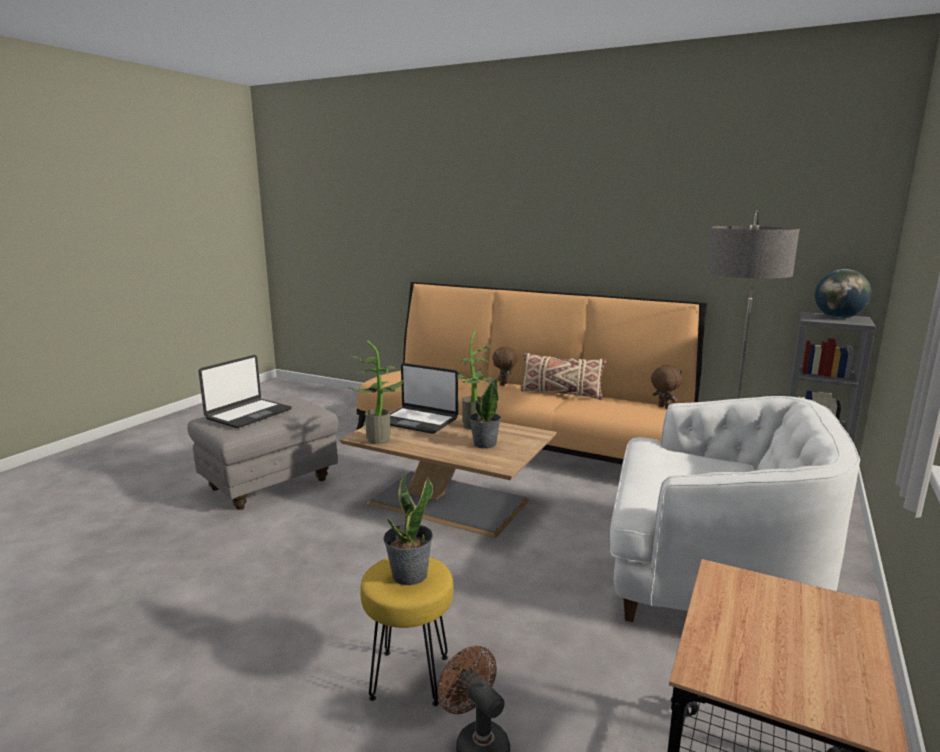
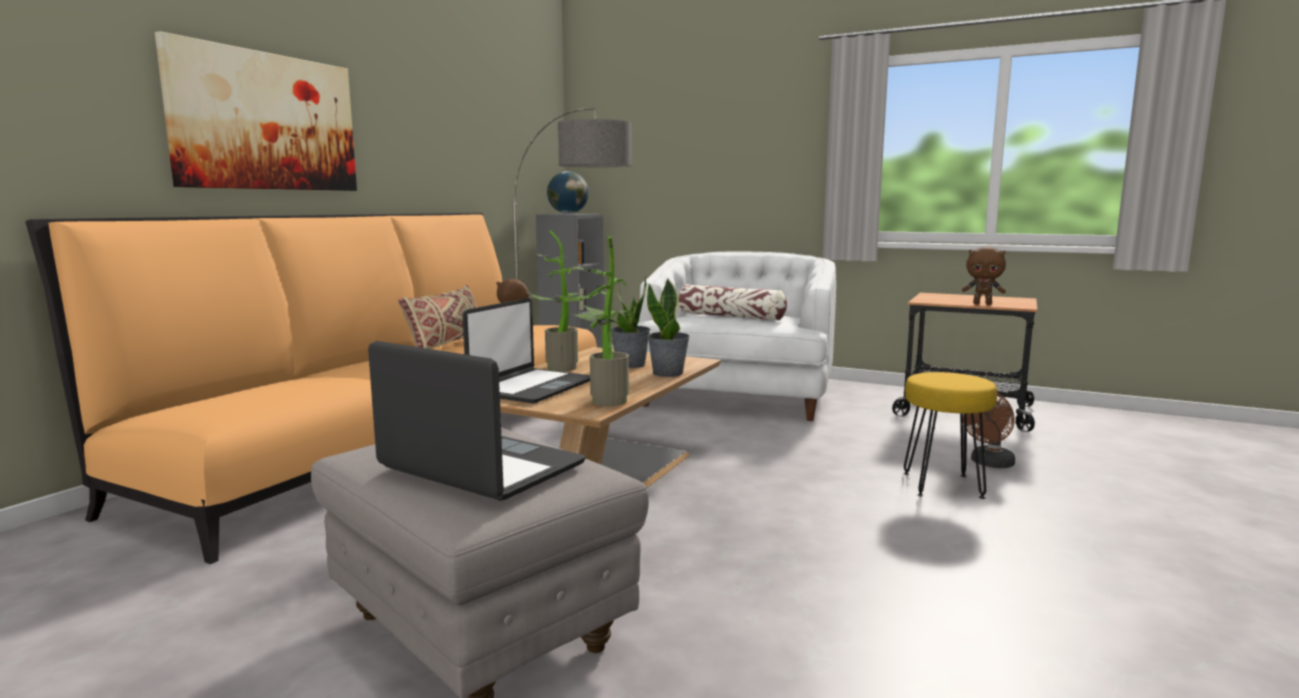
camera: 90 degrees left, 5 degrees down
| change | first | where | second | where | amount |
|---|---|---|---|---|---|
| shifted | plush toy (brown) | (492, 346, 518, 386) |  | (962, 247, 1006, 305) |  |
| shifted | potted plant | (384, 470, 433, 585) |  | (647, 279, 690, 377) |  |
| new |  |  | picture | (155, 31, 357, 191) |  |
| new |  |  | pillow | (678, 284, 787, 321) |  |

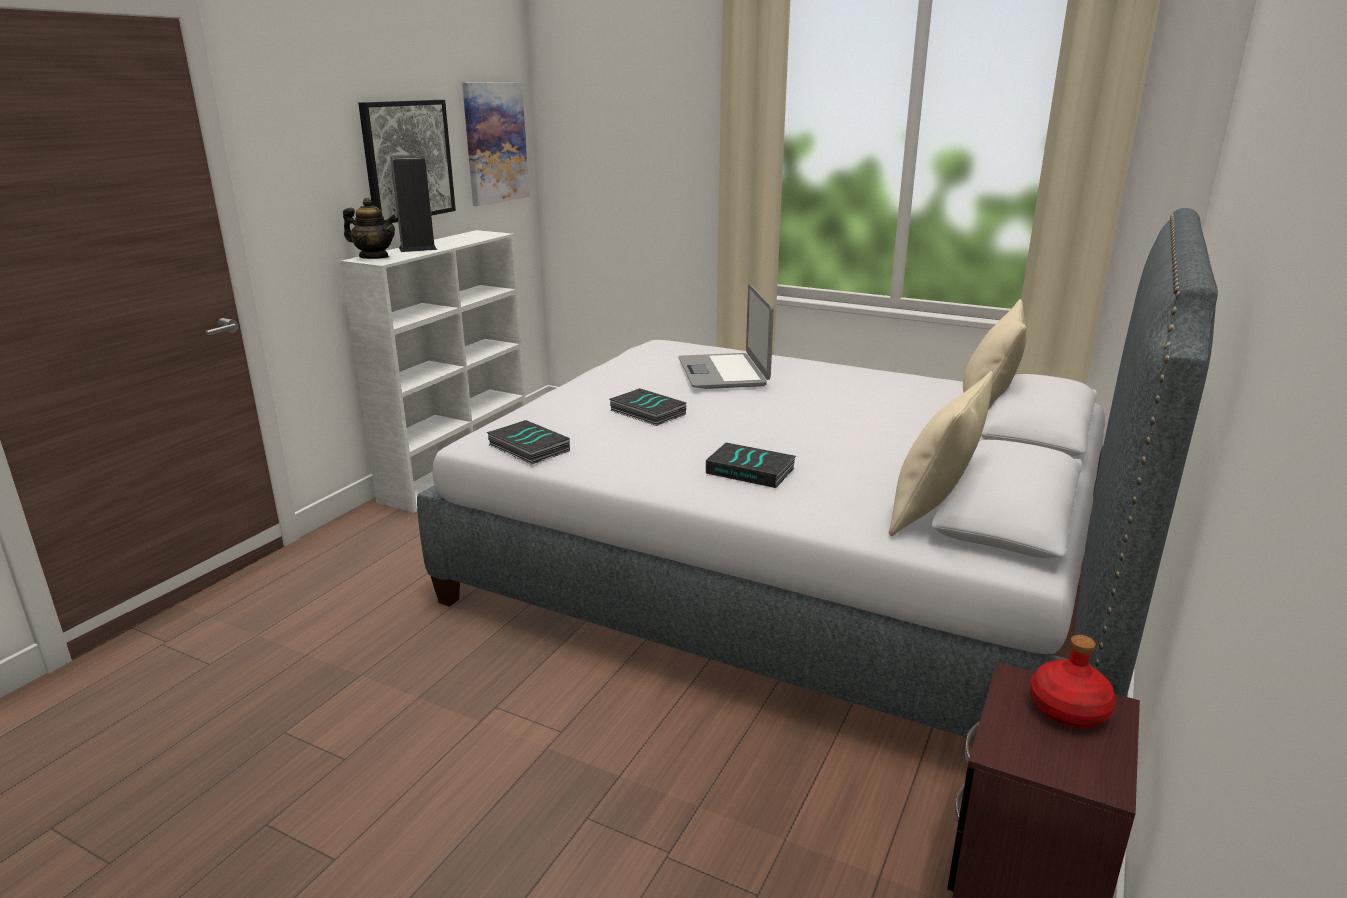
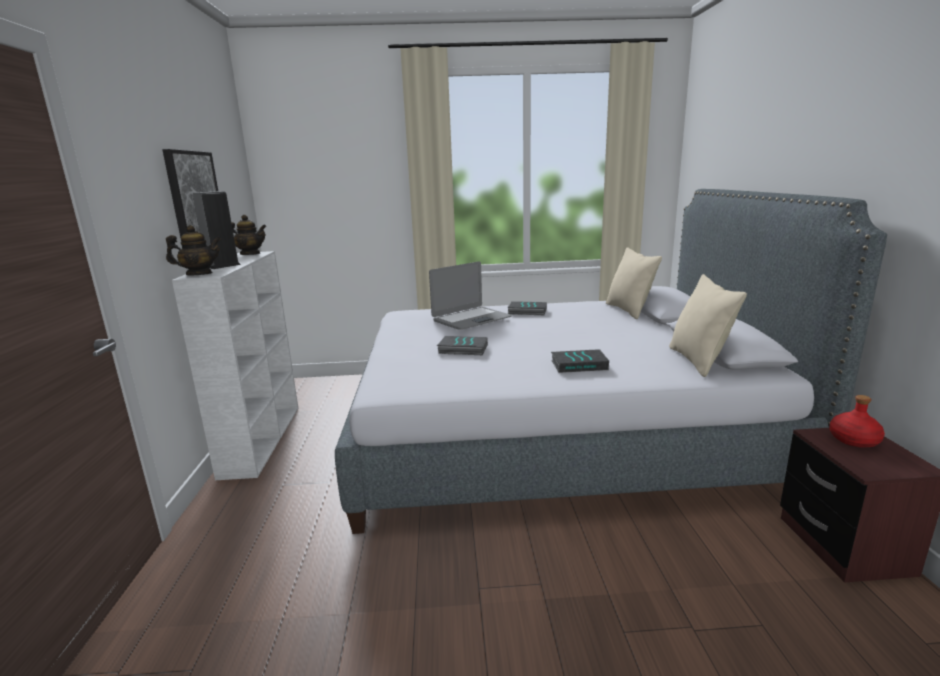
camera: 30 degrees left, 5 degrees down
| change | first | where | second | where | amount |
|---|---|---|---|---|---|
| gone | picture | (462, 82, 529, 206) |  |  |  |
| rotated | laptop | (678, 284, 774, 389) |  | (429, 262, 512, 330) | 90 degrees counterclockwise |
| shifted | book | (487, 420, 570, 465) |  | (507, 301, 547, 315) |  |
| new |  |  | teapot | (231, 215, 266, 255) |  |

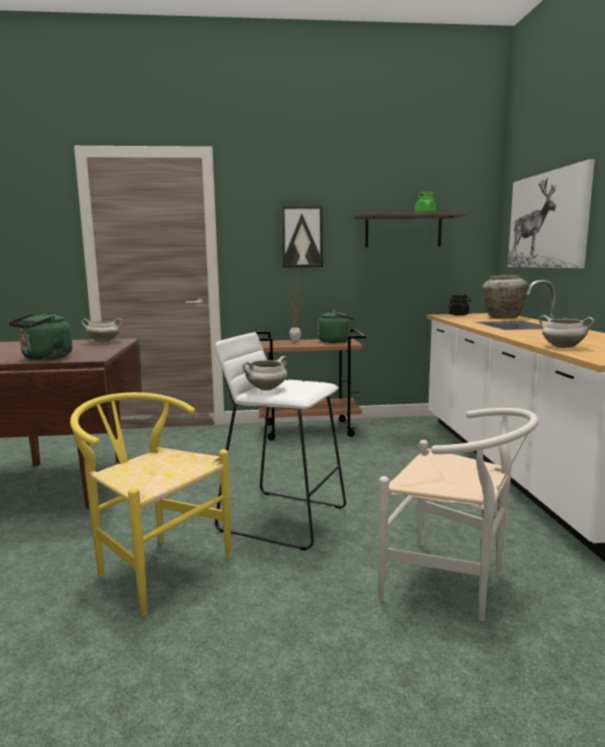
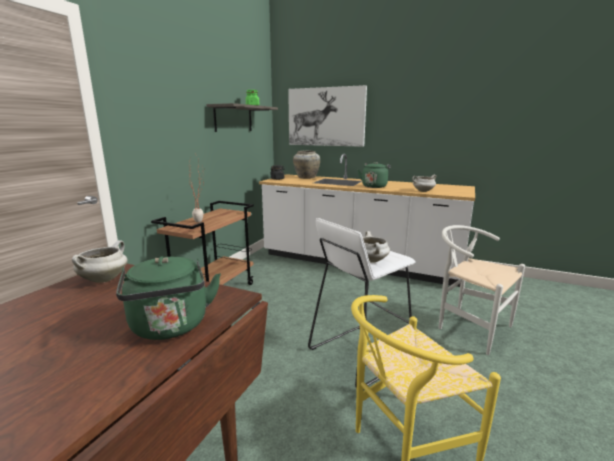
camera: 60 degrees left, 5 degrees up
| change | first | where | second | where | amount |
|---|---|---|---|---|---|
| gone | picture | (281, 206, 323, 267) |  |  |  |
| shifted | kettle (green) | (318, 310, 354, 343) |  | (358, 162, 391, 188) |  |
| rotated | chair (white) | (378, 408, 538, 621) |  | (439, 225, 525, 355) | 105 degrees counterclockwise |

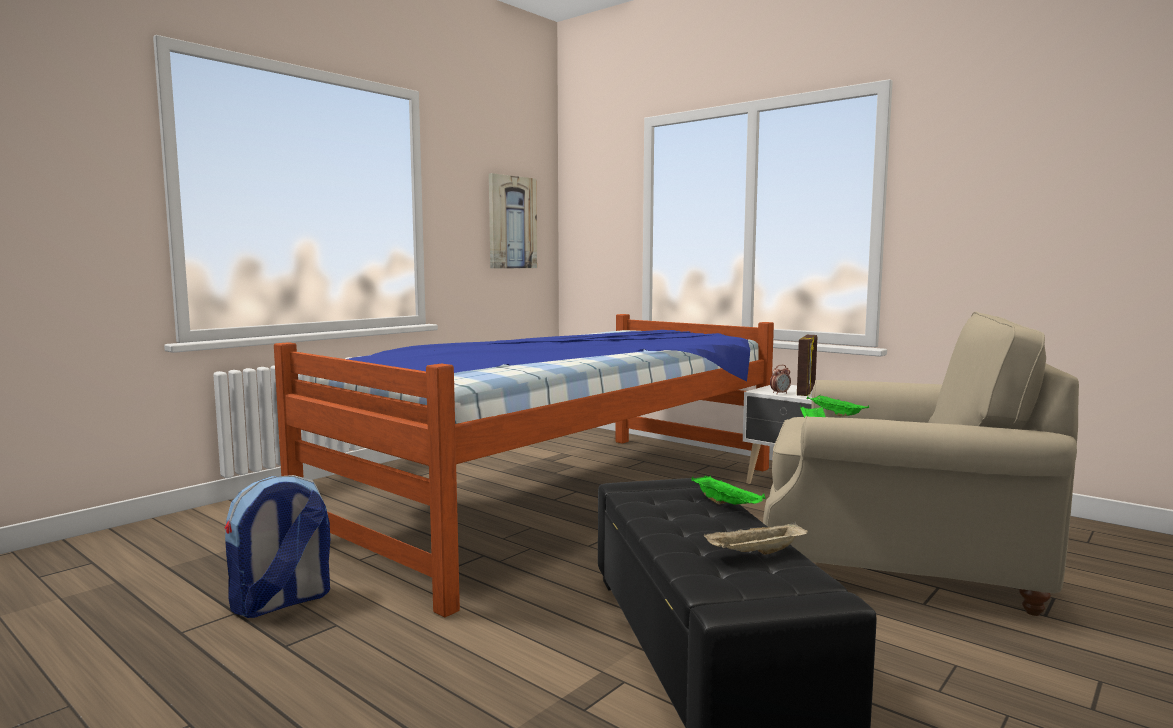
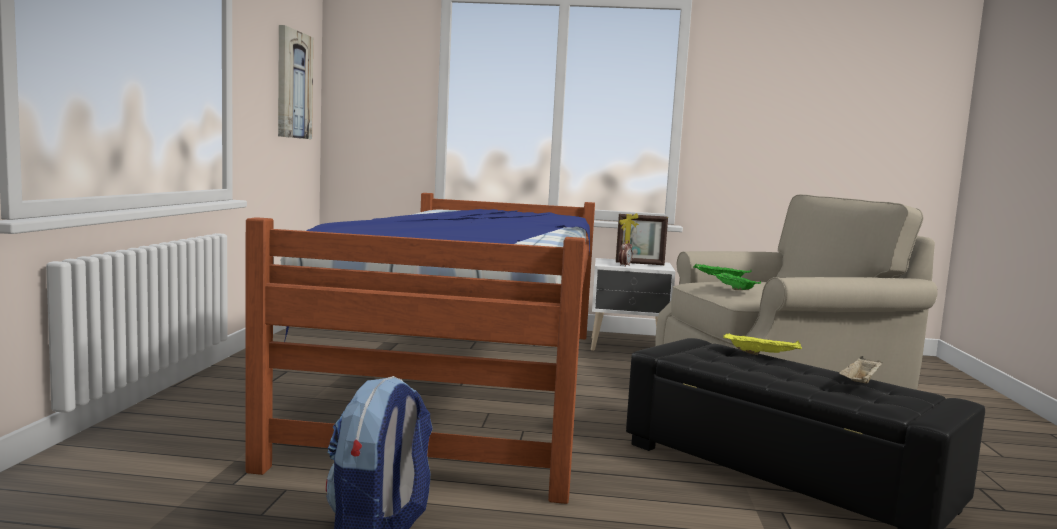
camera: 35 degrees left, 0 degrees up
| change | first | where | second | where | amount |
|---|---|---|---|---|---|
| rotated | picture frame | (797, 335, 817, 396) |  | (616, 213, 668, 265) | 105 degrees clockwise |
| repainted | tray (green) | (691, 475, 766, 505) | tray (yellow) | (723, 333, 802, 355) |  |

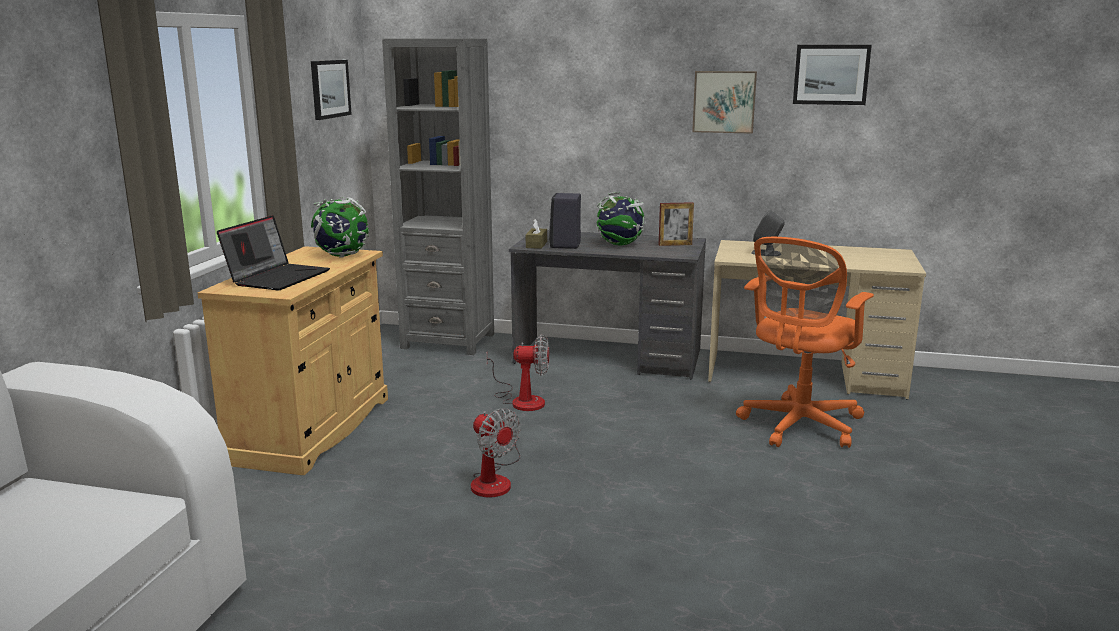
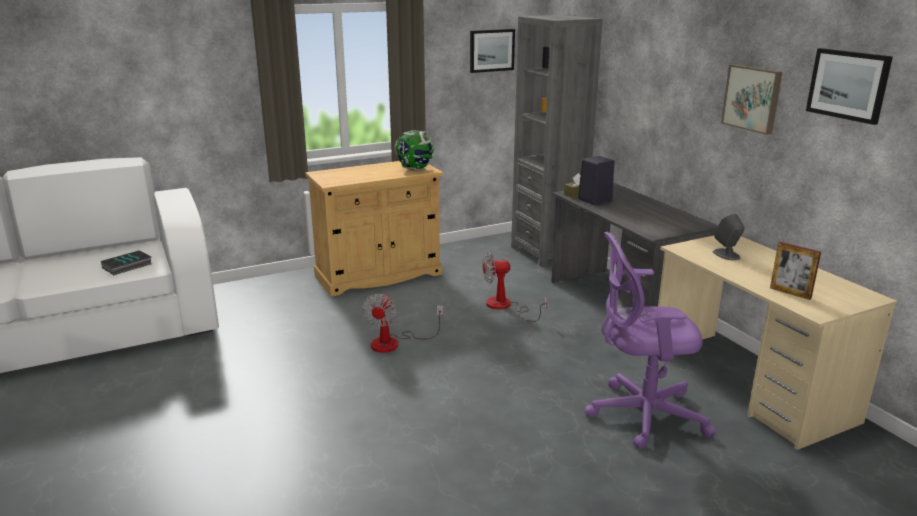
camera: 50 degrees right, 5 degrees up
| change | first | where | second | where | amount |
|---|---|---|---|---|---|
| gone | globe | (596, 192, 646, 245) |  |  |  |
| shifted | picture frame | (659, 202, 694, 246) |  | (770, 242, 821, 300) |  |
| gone | laptop | (217, 215, 330, 290) |  |  |  |
| repainted | office chair (orange) | (736, 237, 874, 448) | office chair (purple) | (584, 232, 716, 449) |  |
| rotated | fan | (486, 334, 549, 411) |  | (483, 252, 547, 322) | 120 degrees clockwise |
| new |  |  | book | (101, 250, 152, 275) |  |

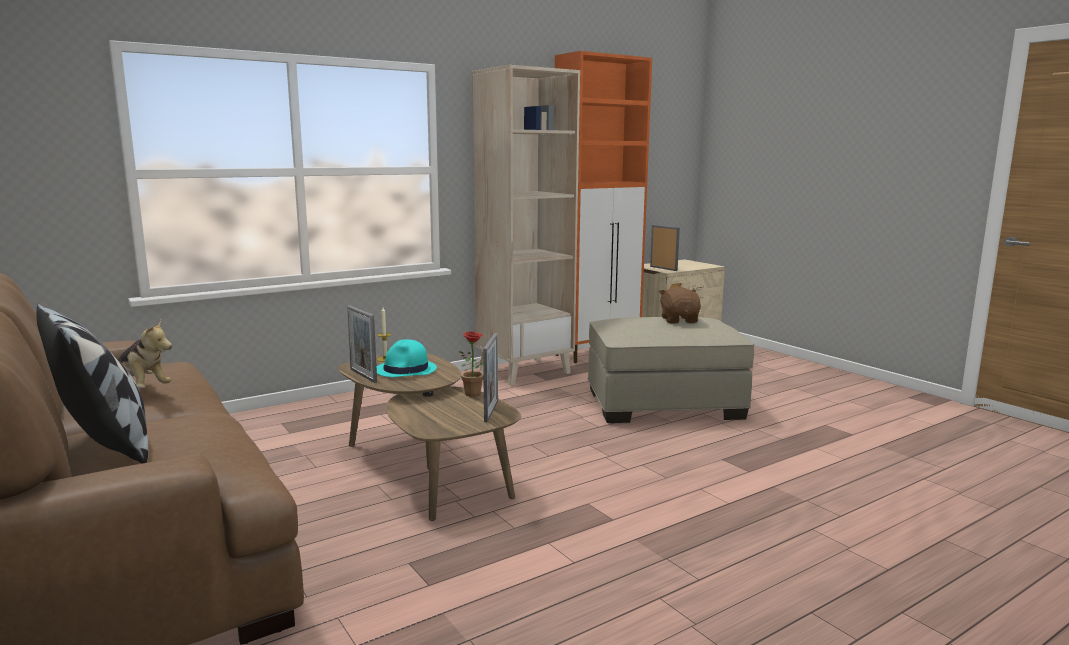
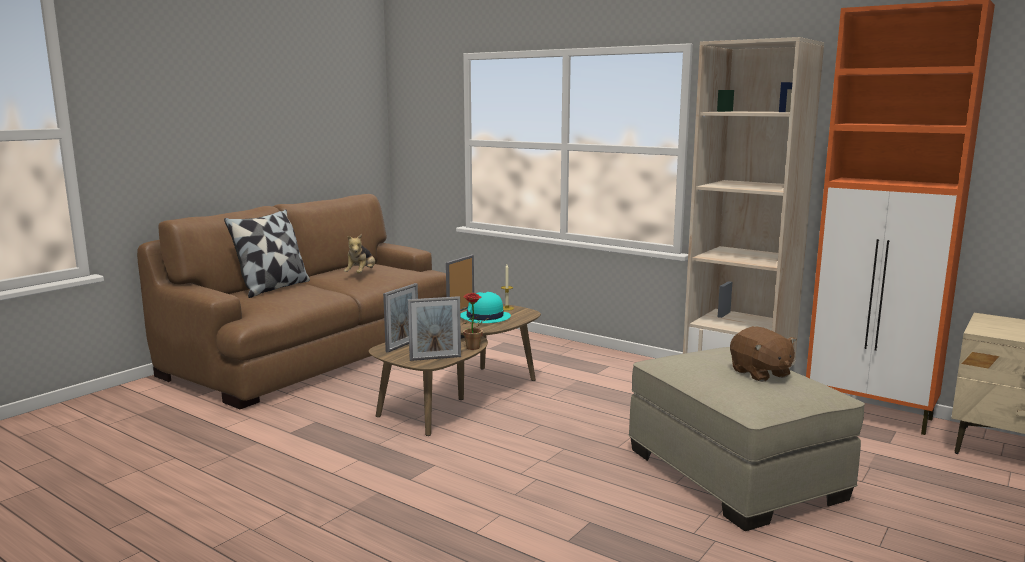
camera: 70 degrees right, 0 degrees up
| change | first | where | second | where | amount |
|---|---|---|---|---|---|
| shifted | picture frame | (650, 225, 680, 271) |  | (383, 283, 418, 353) |  |
| rotated | plush toy (brown) | (659, 287, 701, 323) |  | (730, 326, 797, 382) | 90 degrees clockwise |

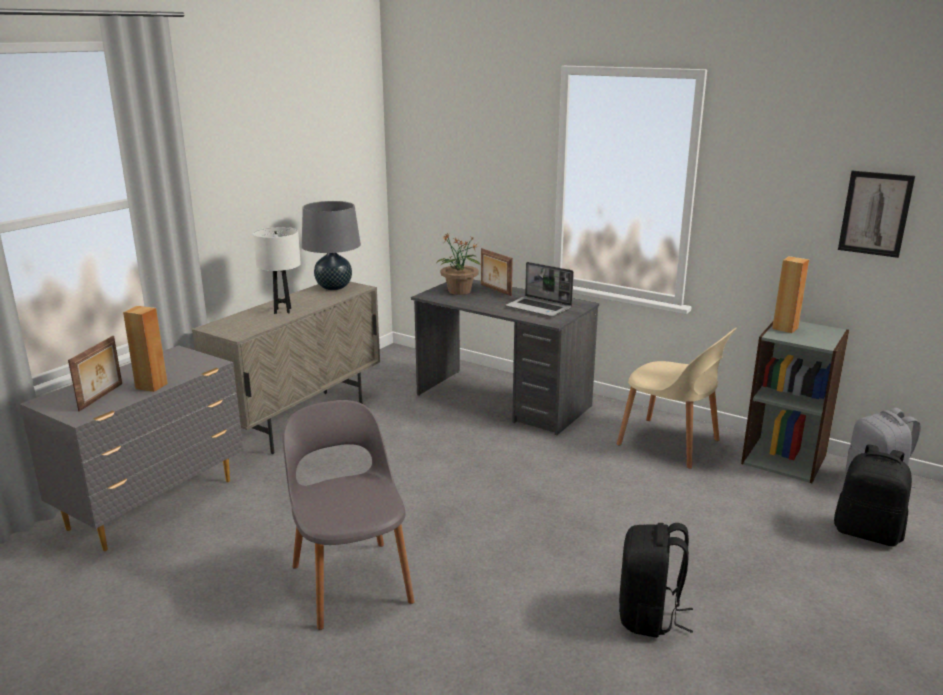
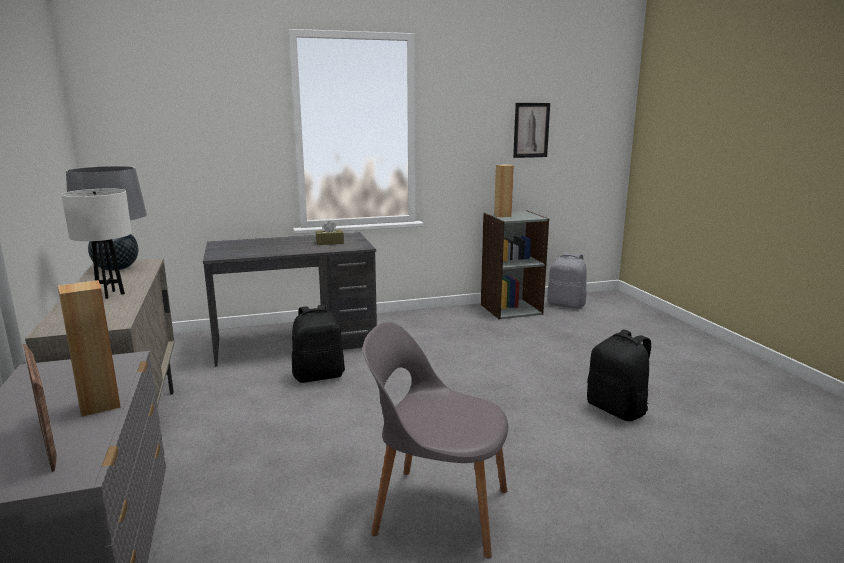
camera: 50 degrees left, 5 degrees down
| change | first | where | second | where | amount |
|---|---|---|---|---|---|
| gone | potted plant | (436, 234, 482, 295) |  |  |  |
| gone | picture frame | (481, 248, 513, 296) |  |  |  |
| swapped | laptop | (506, 262, 574, 317) | tissue box (brown) | (316, 221, 344, 245) |  |
| gone | chair (beige) | (617, 328, 737, 469) |  |  |  |
| shifted | backpack (black) | (834, 445, 912, 547) |  | (292, 305, 345, 383) |  |

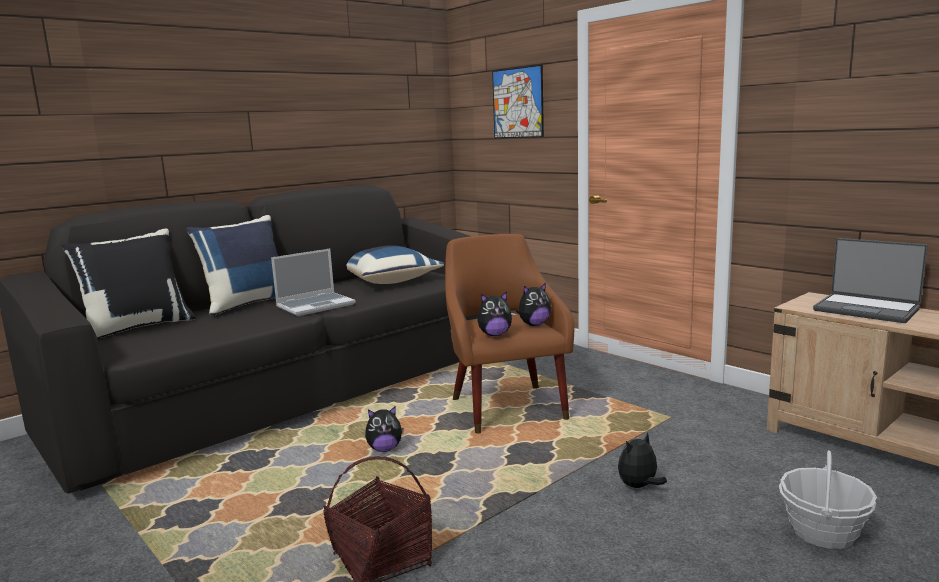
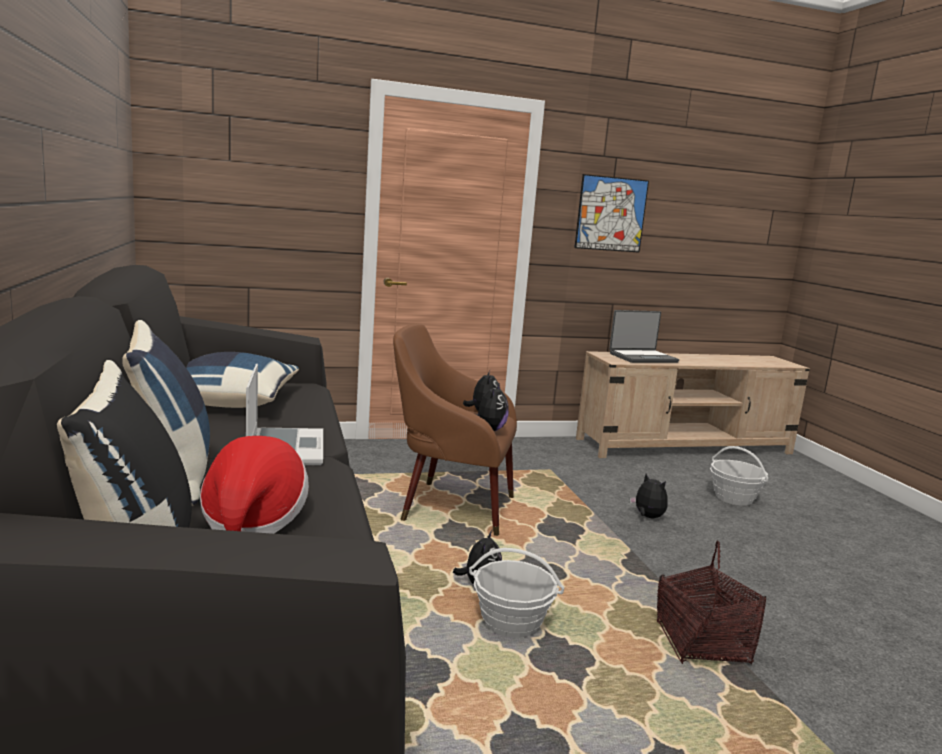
camera: 65 degrees left, 0 degrees up
| change | first | where | second | where | amount |
|---|---|---|---|---|---|
| shifted | picture | (492, 65, 544, 138) |  | (574, 174, 649, 253) |  |
| rotated | plush toy | (618, 433, 667, 488) |  | (630, 474, 668, 518) | 150 degrees clockwise |
| new |  |  | hat | (200, 436, 309, 534) |  |
| new |  |  | basket | (469, 548, 564, 638) |  |

